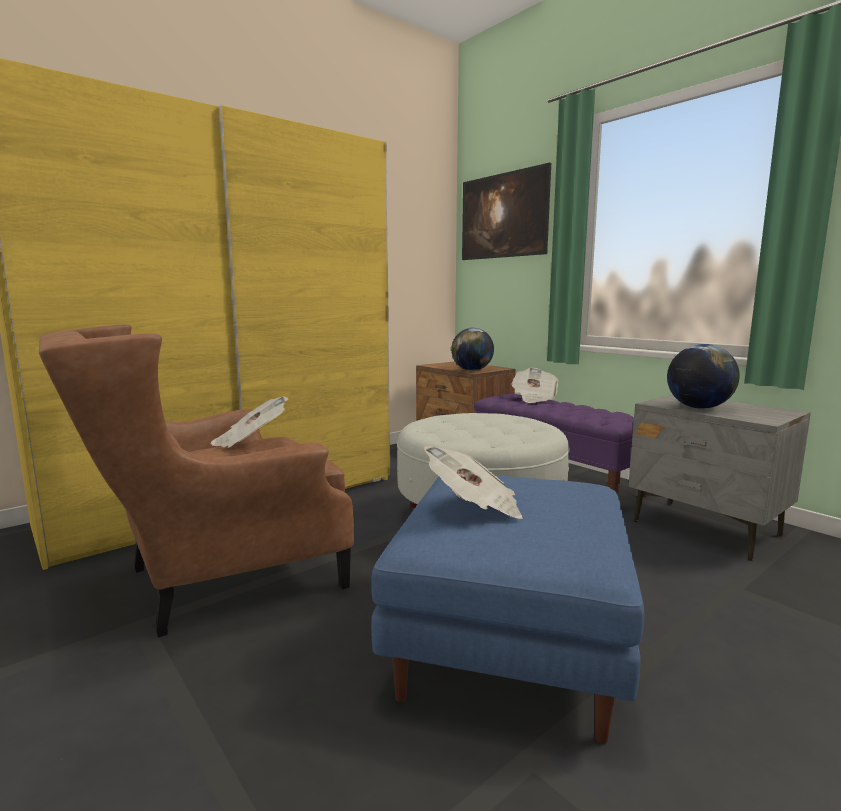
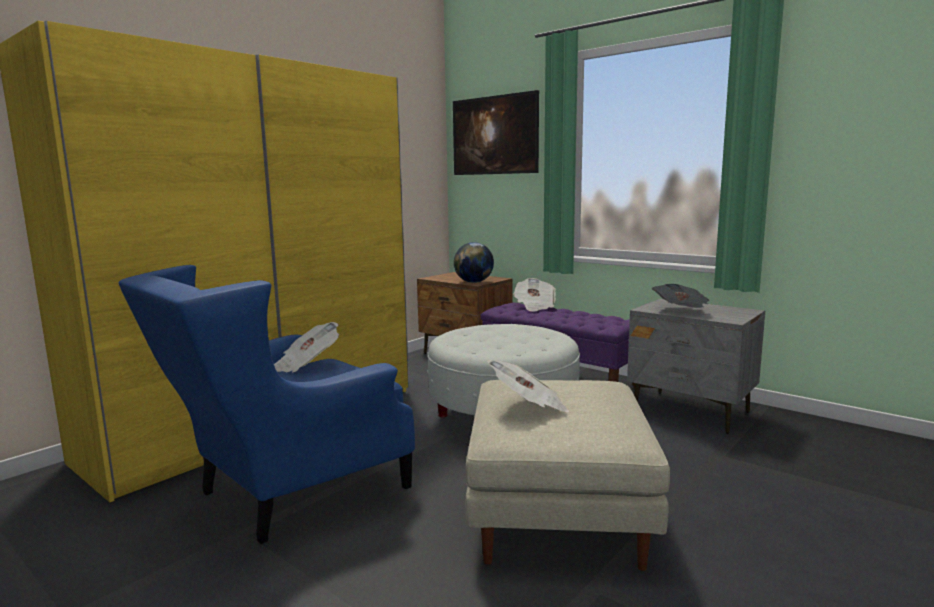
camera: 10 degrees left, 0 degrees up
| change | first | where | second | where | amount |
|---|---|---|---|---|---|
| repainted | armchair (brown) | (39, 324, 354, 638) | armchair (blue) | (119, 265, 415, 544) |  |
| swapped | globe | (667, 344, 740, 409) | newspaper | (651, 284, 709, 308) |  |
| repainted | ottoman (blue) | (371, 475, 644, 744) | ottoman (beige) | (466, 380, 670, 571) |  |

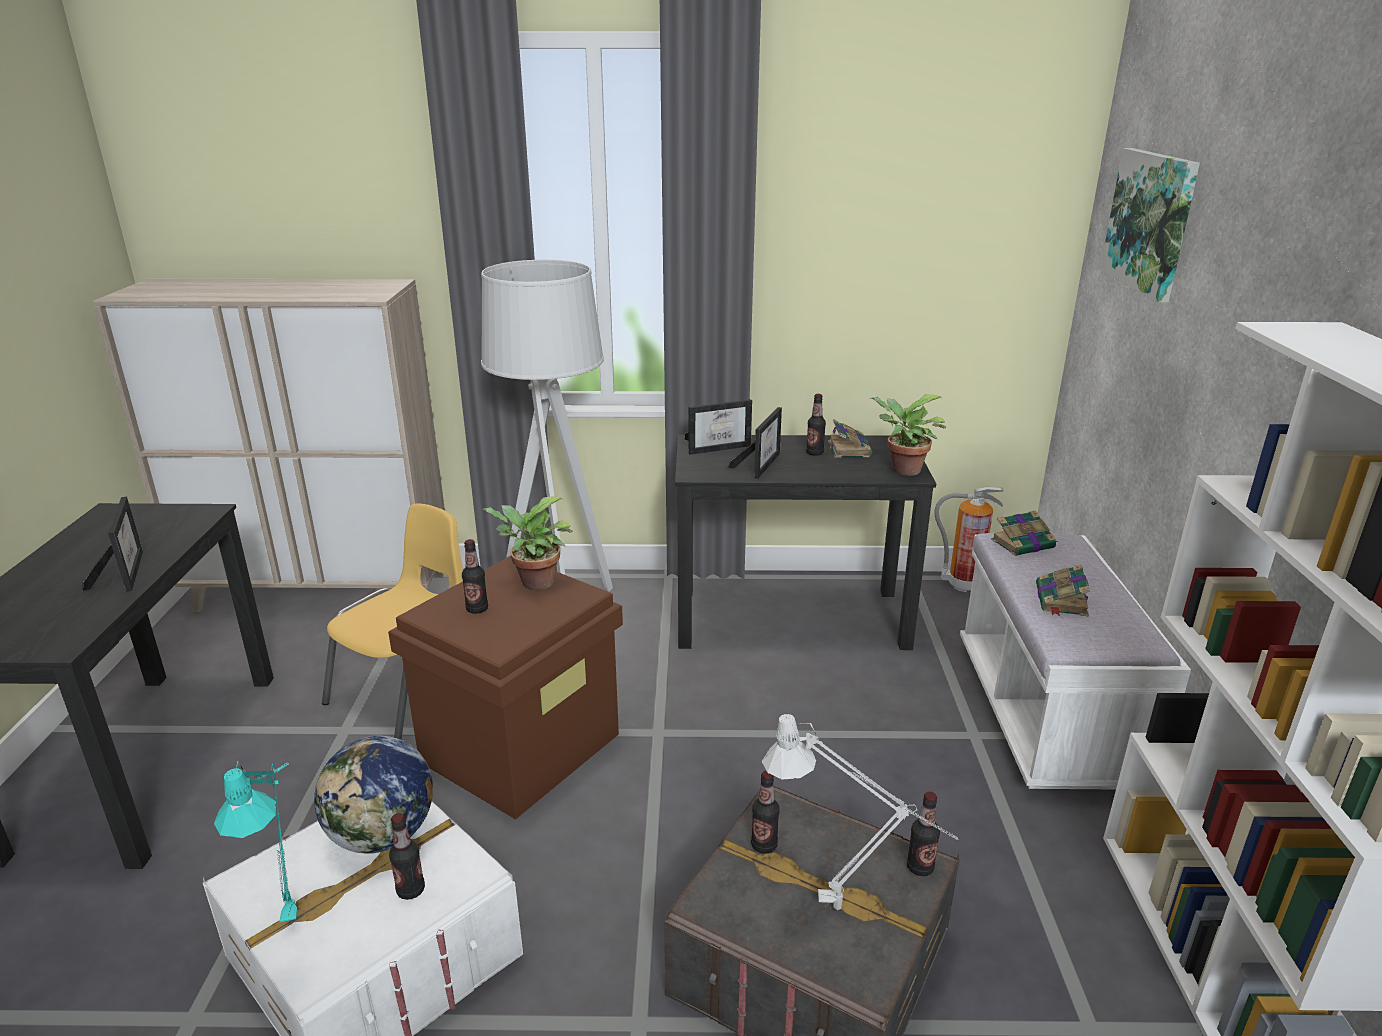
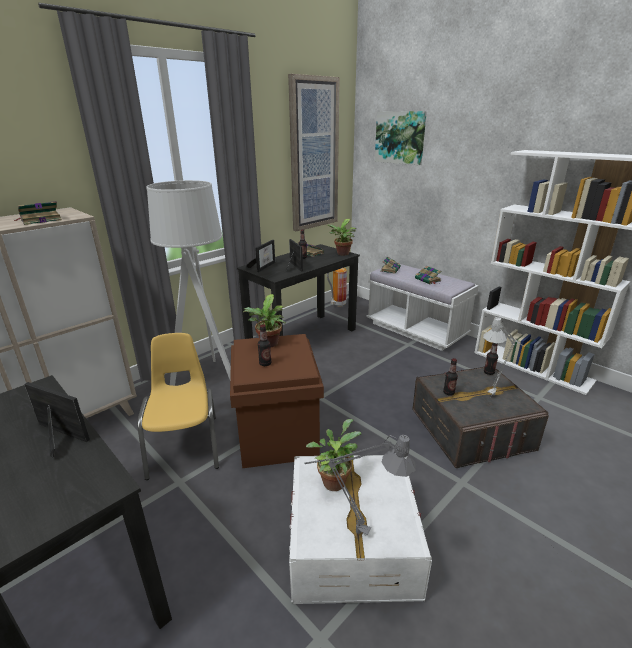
camera: 45 degrees left, 0 degrees up
| change | first | where | second | where | amount |
|---|---|---|---|---|---|
| swapped | globe | (314, 736, 433, 854) | potted plant | (306, 419, 361, 491) |  |
| repainted | table lamp (turquoise) | (214, 761, 297, 927) | table lamp (grey) | (304, 435, 416, 535) |  |
| gone | bottle | (389, 813, 425, 900) |  |  |  |
| new |  |  | picture | (288, 74, 340, 231) |  |
| new |  |  | book | (14, 201, 62, 225) |  |

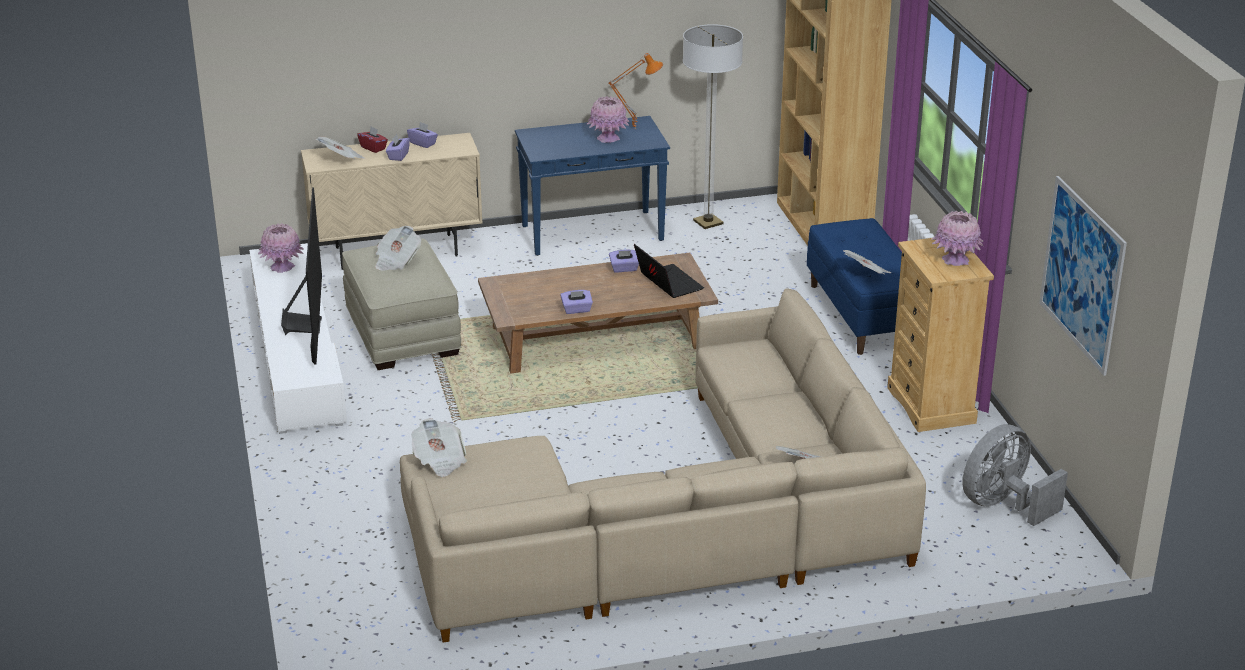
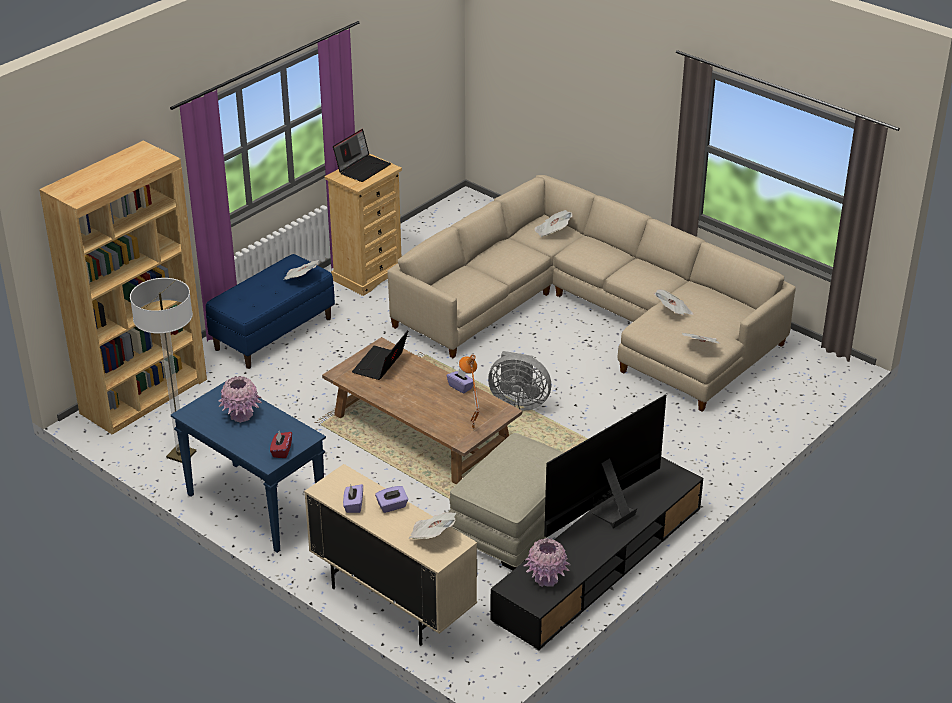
camera: 125 degrees left, 5 degrees up
| change | first | where | second | where | amount |
|---|---|---|---|---|---|
| shifted | table lamp (orange) | (608, 53, 663, 129) |  | (459, 354, 479, 429) |  |
| shifted | tissue box (red) | (357, 127, 388, 153) |  | (270, 431, 292, 458) |  |
| gone | picture | (1039, 176, 1127, 376) |  |  |  |
| swapped | vase (pink) | (932, 211, 983, 266) | laptop | (333, 129, 391, 182) |  |
| shifted | newspaper | (375, 226, 421, 270) |  | (654, 289, 694, 315) |  |
| repainted | tv stand (white) | (249, 243, 347, 434) | tv stand (black) | (490, 457, 703, 651) |  |
| gone | tissue box (purple) | (609, 250, 639, 272) |  |  |  |
| shifted | fan (grey) | (962, 424, 1068, 526) |  | (488, 351, 551, 410) |  |

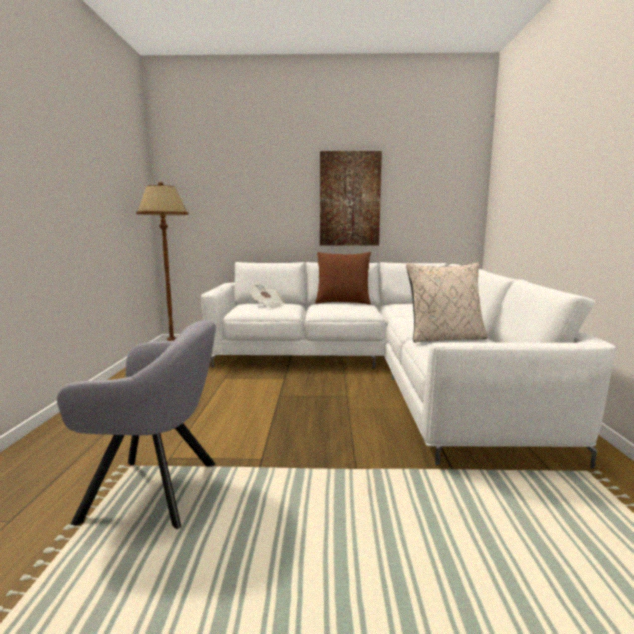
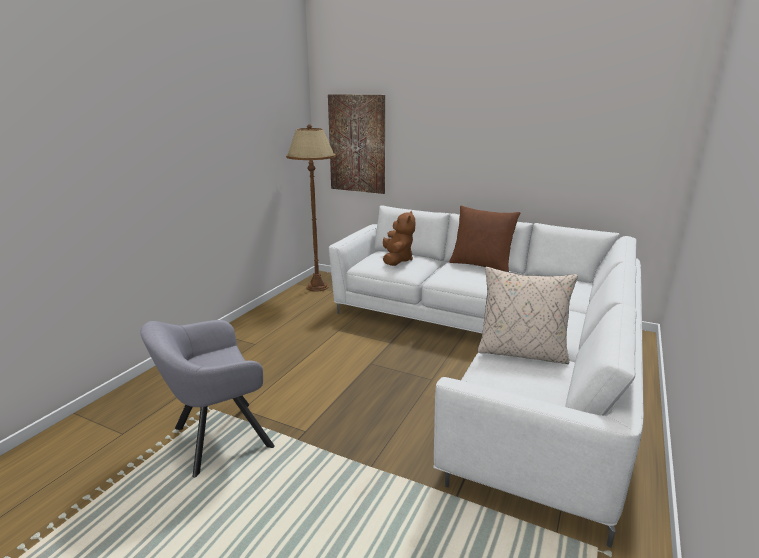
camera: 25 degrees right, 10 degrees up
| change | first | where | second | where | amount |
|---|---|---|---|---|---|
| shifted | picture | (320, 151, 382, 246) |  | (328, 94, 385, 194) |  |
| swapped | newspaper | (250, 284, 285, 309) | plush toy (brown) | (383, 211, 415, 266) |  |
| rotated | armchair (grey) | (57, 320, 216, 529) |  | (141, 320, 275, 478) | 120 degrees clockwise |

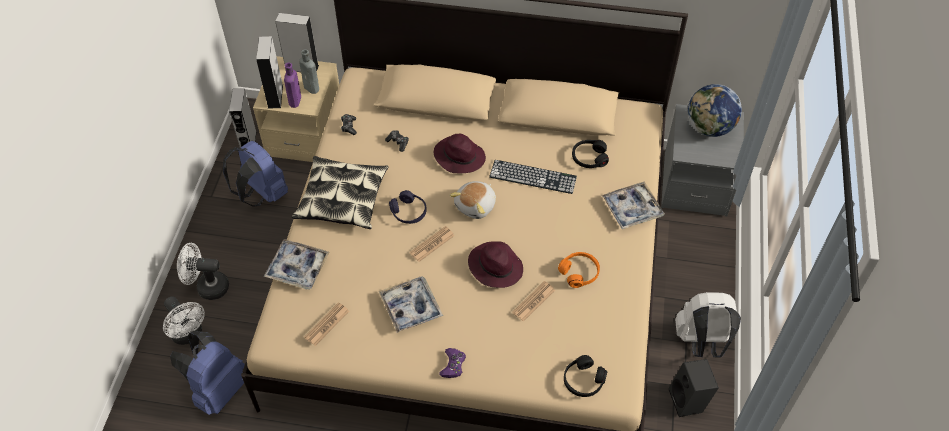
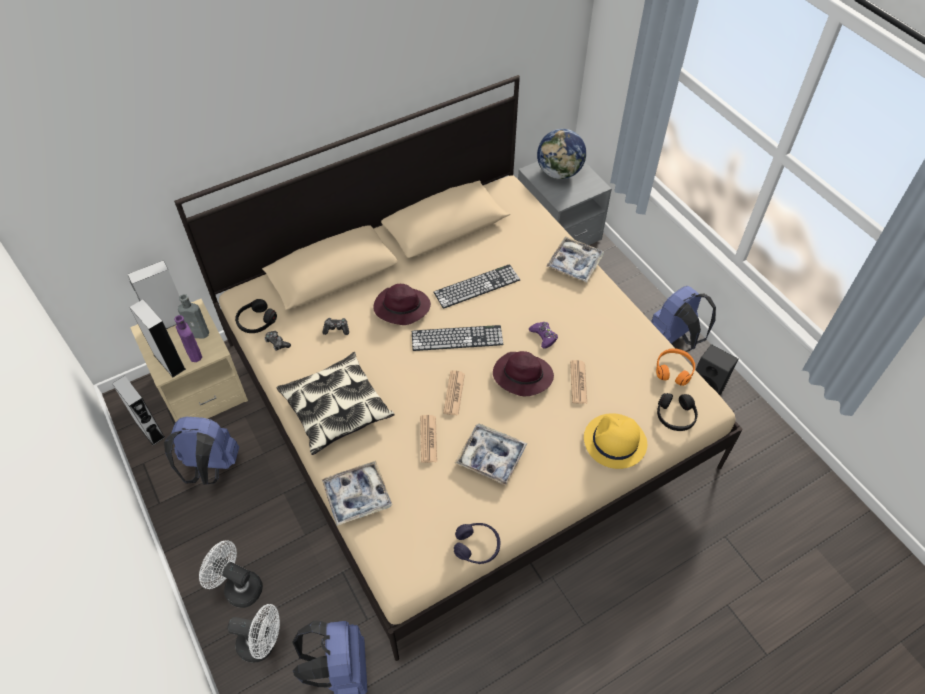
camera: 40 degrees left, 0 degrees up
| change | first | where | second | where | amount |
|---|---|---|---|---|---|
| shifted | headphones (black) | (572, 140, 609, 168) |  | (235, 299, 277, 333) |  |
| swapped | plush toy | (449, 181, 496, 219) | keyboard | (412, 325, 503, 351) |  |
| shifted | headphones (purple) | (389, 190, 427, 224) |  | (454, 523, 501, 564) |  |
| rotated | fan (white) | (177, 243, 229, 300) |  | (199, 540, 263, 608) | 60 degrees clockwise |
| shifted | headphones (orange) | (558, 252, 600, 288) |  | (656, 348, 695, 386) |  |
| repainted | backpack (white) | (675, 292, 741, 358) | backpack (blue) | (651, 286, 716, 352) |  |
| shifted | newspaper | (304, 302, 349, 346) |  | (420, 415, 437, 463) |  |
| shifted | game controller (purple) | (439, 348, 466, 378) |  | (529, 322, 558, 349) |  |
| new |  |  | hat (yellow) | (584, 413, 647, 469) |  |

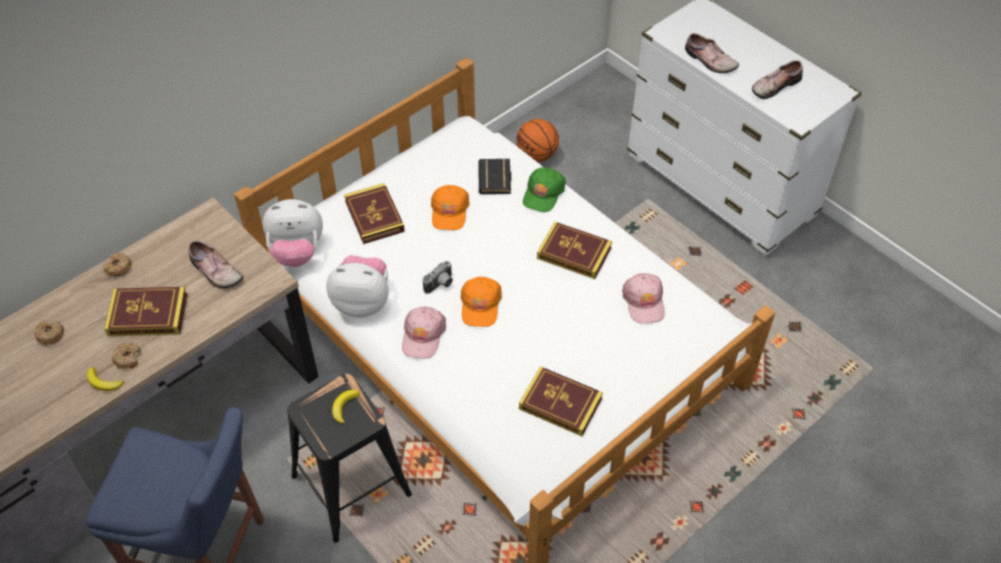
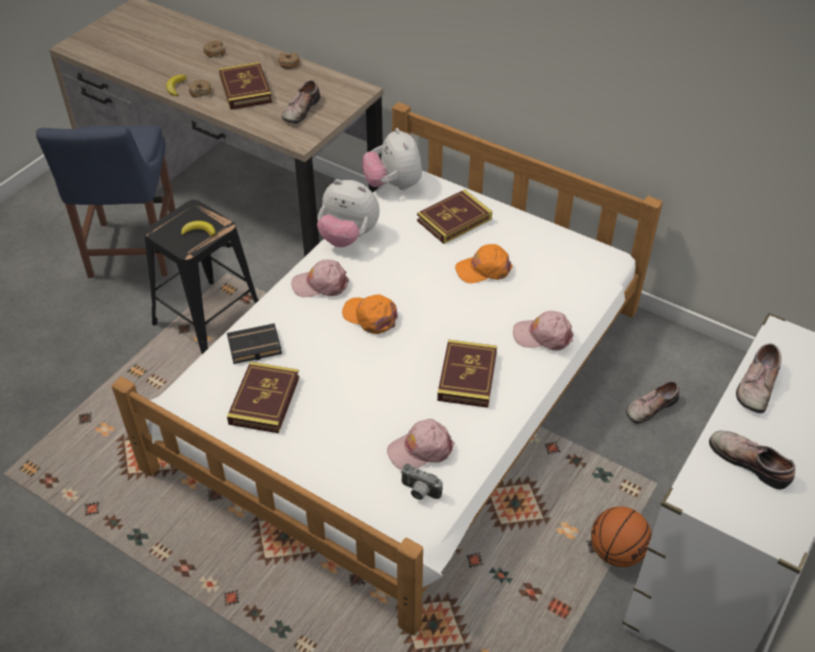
camera: 75 degrees right, 5 degrees down
| change | first | where | second | where | amount |
|---|---|---|---|---|---|
| shifted | basketball | (516, 119, 559, 162) |  | (591, 507, 652, 567) |  |
| shifted | book (black) | (478, 159, 511, 194) |  | (227, 323, 282, 364) |  |
| repainted | cap (green) | (523, 167, 566, 212) | cap (pink) | (513, 311, 573, 350) |  |
| rotated | plush toy | (326, 255, 389, 318) |  | (317, 179, 380, 247) | 120 degrees clockwise |
| shifted | photo camera | (423, 261, 453, 294) |  | (400, 464, 443, 500) |  |
| rotated | cap (orange) | (461, 277, 502, 327) |  | (342, 294, 398, 334) | 45 degrees clockwise |
| new |  |  | shoe | (626, 381, 680, 424) |  |

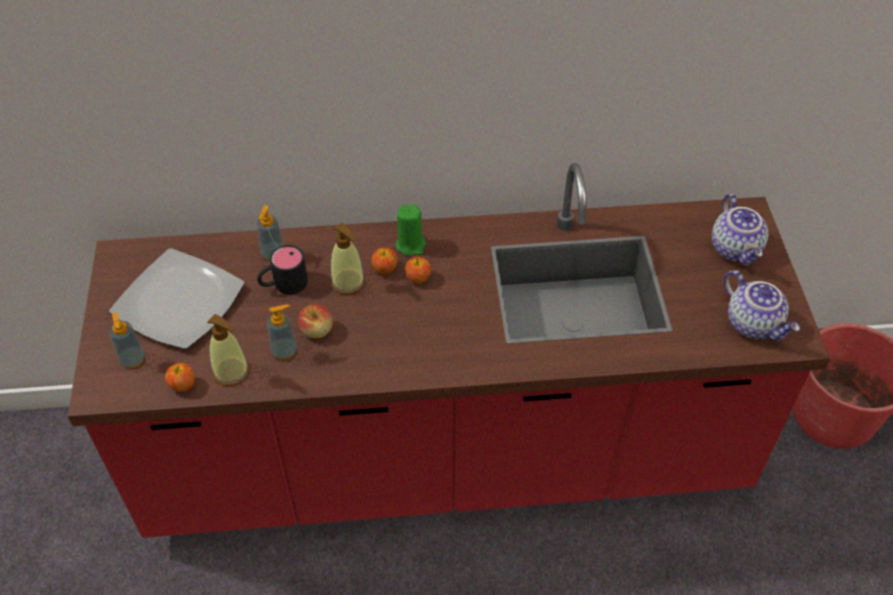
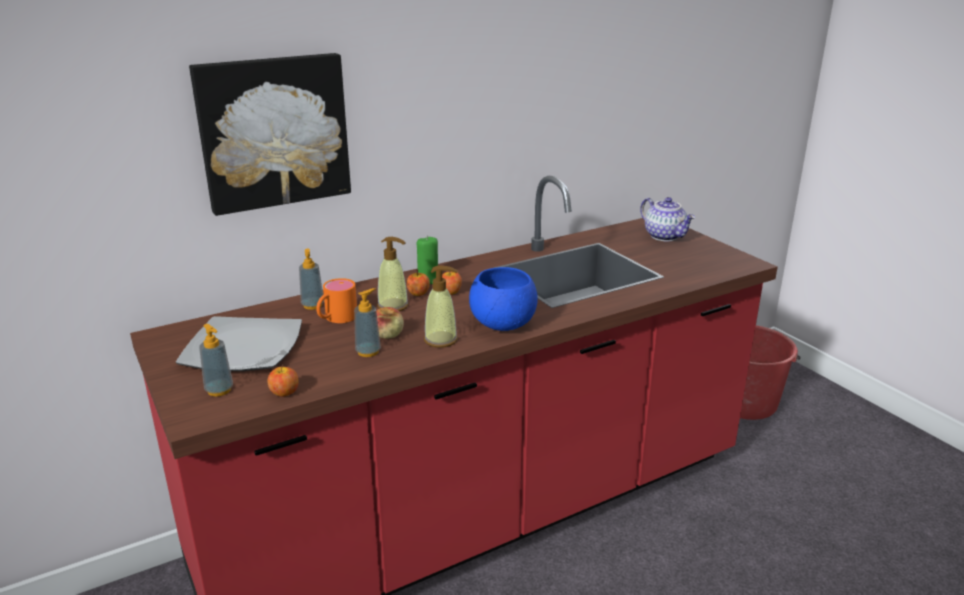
camera: 25 degrees left, 25 degrees down
| change | first | where | second | where | amount |
|---|---|---|---|---|---|
| repainted | mug (black) | (257, 245, 308, 295) | mug (orange) | (316, 278, 357, 323) |  |
| gone | teapot | (724, 270, 800, 341) |  |  |  |
| shifted | soap dispenser | (207, 314, 249, 386) |  | (424, 266, 458, 348) |  |
| new |  |  | picture | (189, 53, 351, 216) |  |
| new |  |  | bowl (blue) | (469, 267, 538, 331) |  |

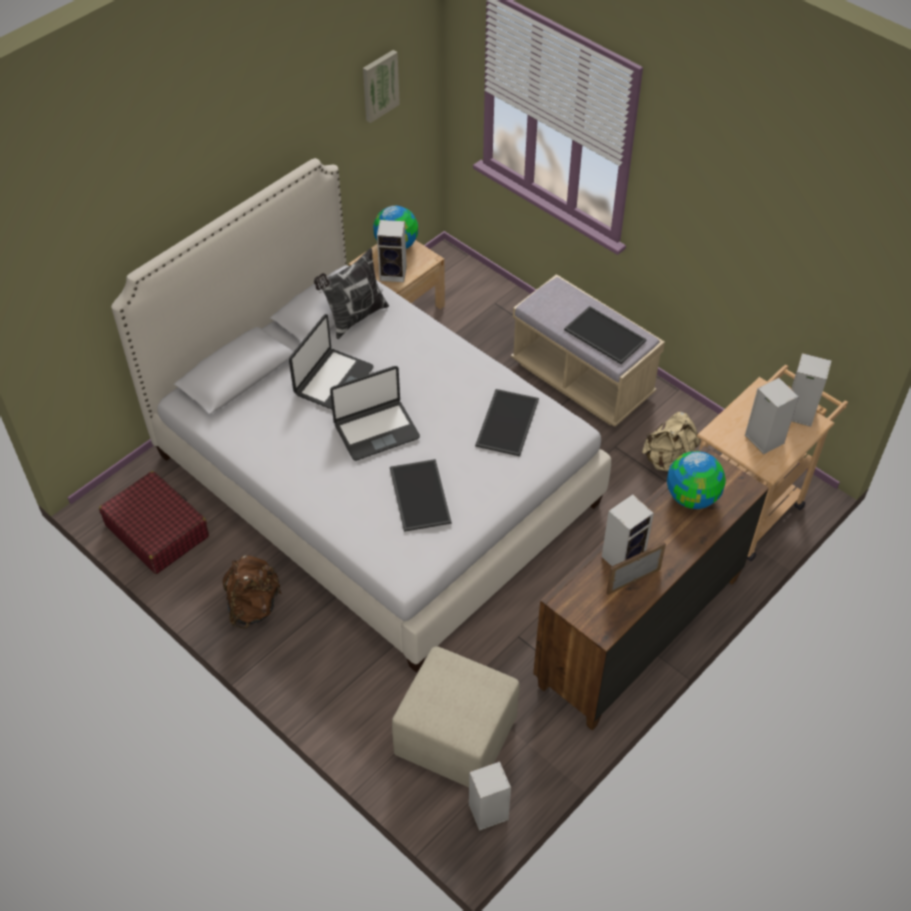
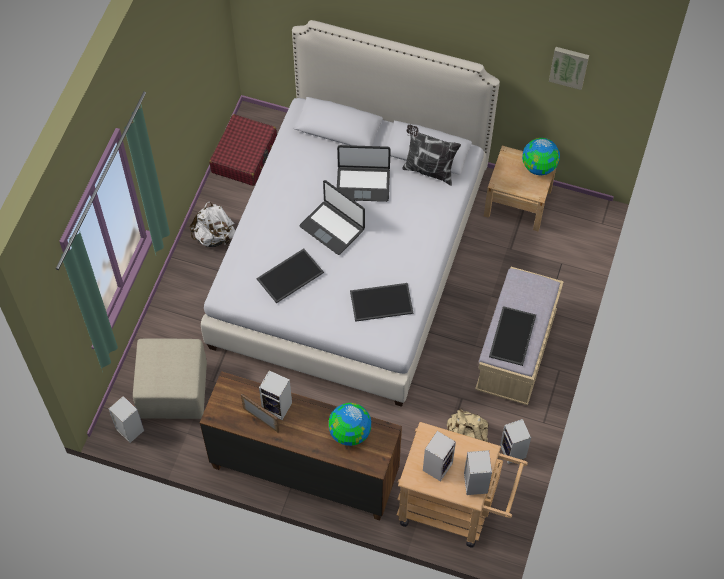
camera: 65 degrees right, 10 degrees up
| change | first | where | second | where | amount |
|---|---|---|---|---|---|
| shifted | speaker | (377, 220, 407, 282) |  | (500, 419, 531, 464) |  |
| repainted | backpack (brown) | (222, 555, 282, 629) | backpack (white) | (190, 201, 235, 247) |  |

